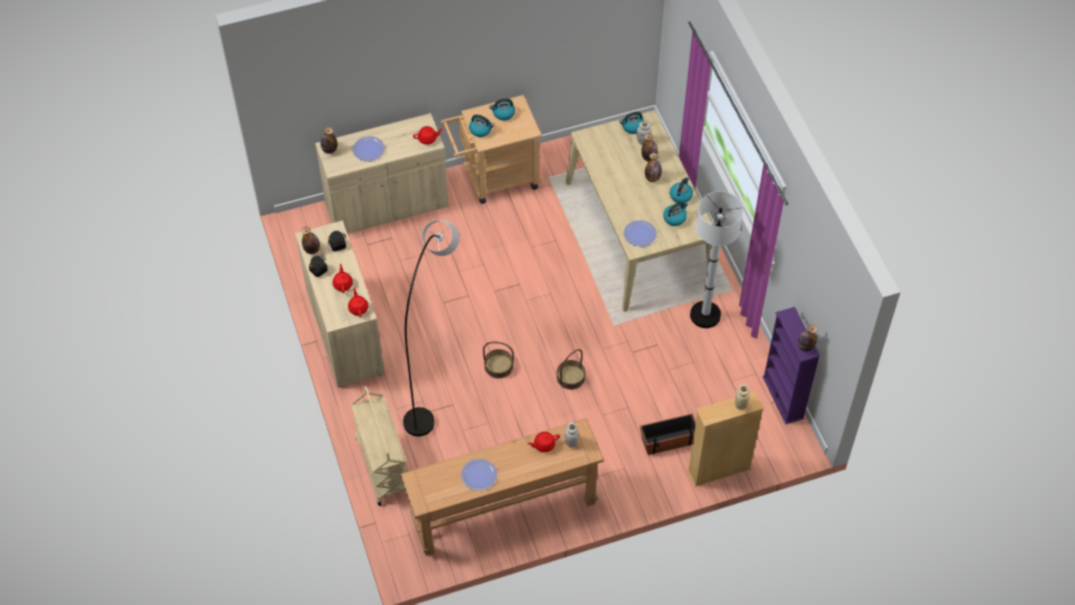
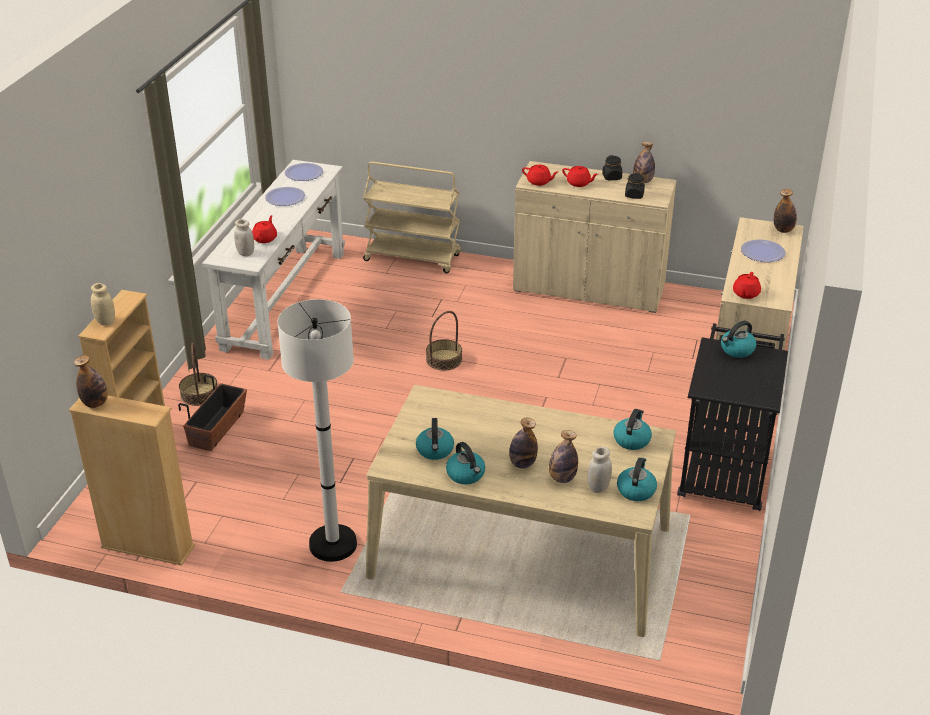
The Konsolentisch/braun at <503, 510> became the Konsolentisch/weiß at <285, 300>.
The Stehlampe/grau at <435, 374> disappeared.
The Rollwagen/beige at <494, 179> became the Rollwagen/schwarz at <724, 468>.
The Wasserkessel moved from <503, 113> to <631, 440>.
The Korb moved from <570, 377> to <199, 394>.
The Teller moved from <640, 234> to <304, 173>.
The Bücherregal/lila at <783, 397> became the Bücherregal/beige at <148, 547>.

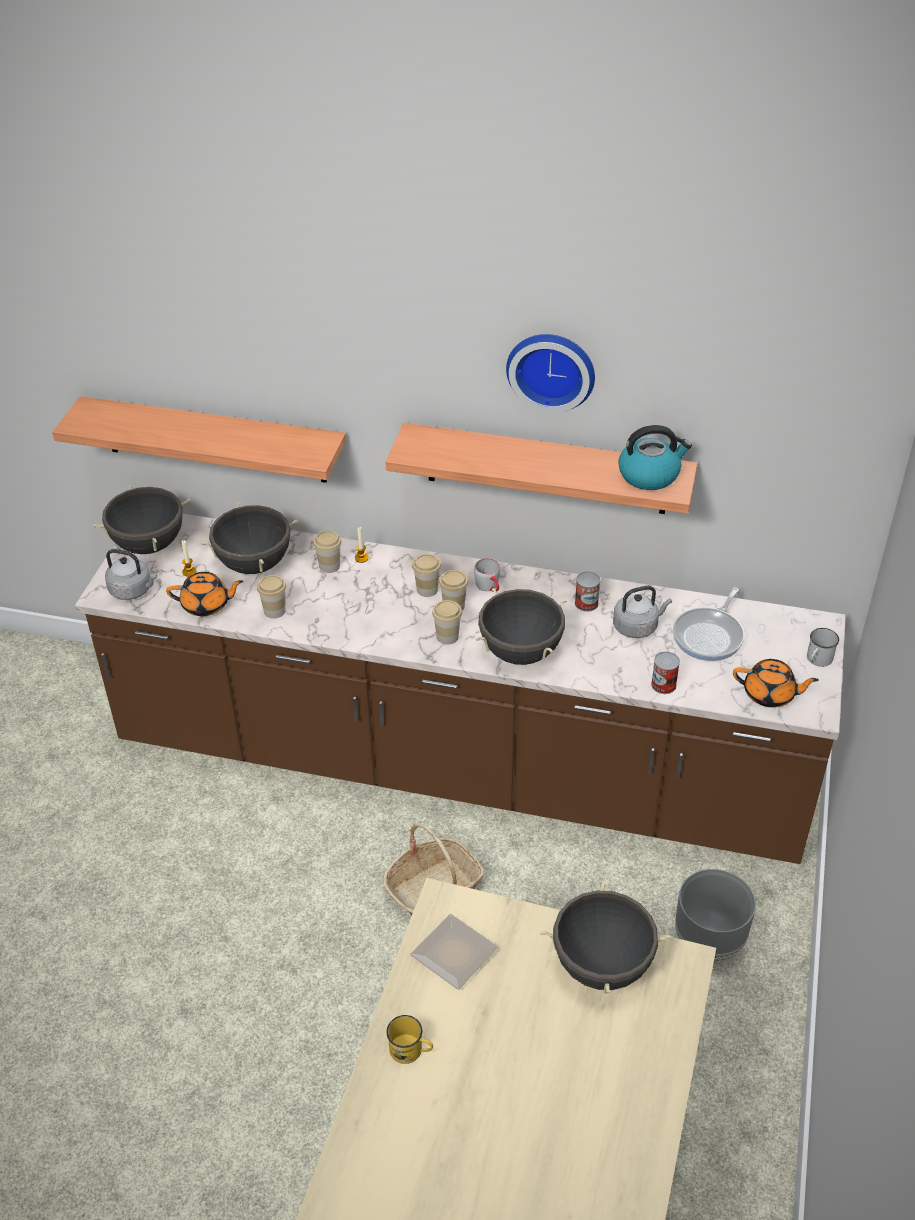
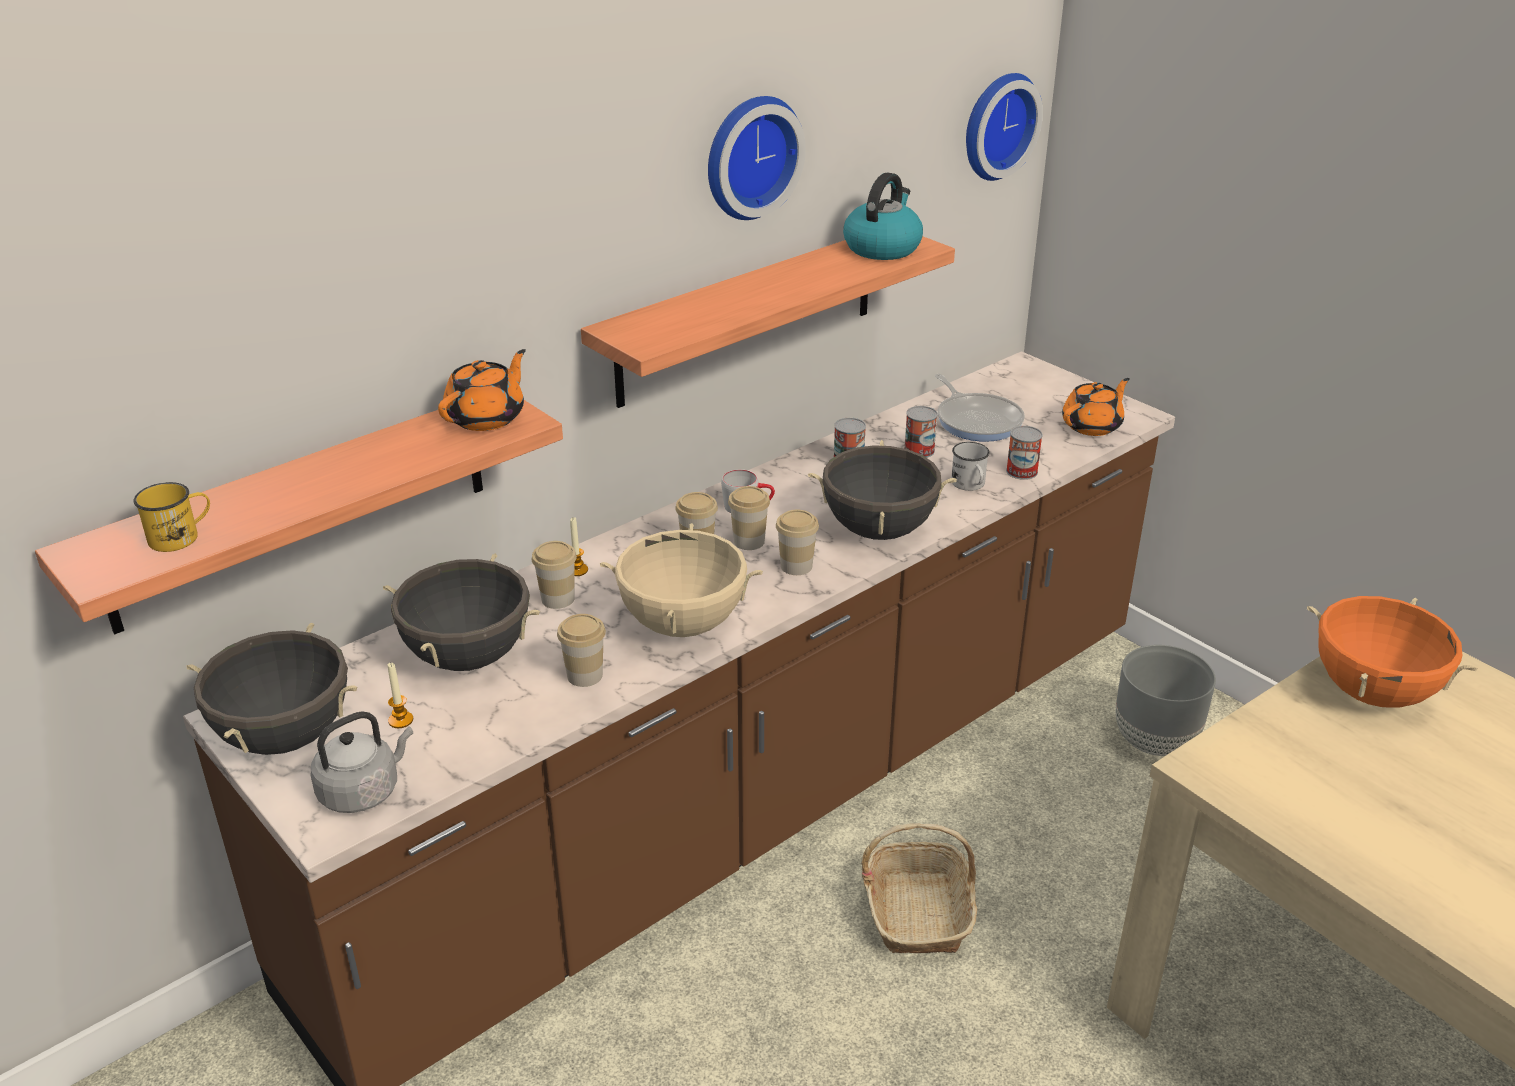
The Teekanne/orange moved from <207, 605> to <487, 417>.
The Henkelbecher/gelb moved from <411, 1051> to <181, 537>.
The Teller at <451, 954> disappeared.
The Kochtopf/schwarz at <602, 965> became the Kochtopf/orange at <1373, 692>.
The Wasserkessel/grau at <637, 627> was replaced by the Dose at <919, 450>.
The Henkelbecher/weiß moved from <817, 660> to <970, 485>.
The Kochtopf/beige at <682, 624> appeared.
The Wanduhr at <995, 125> appeared.

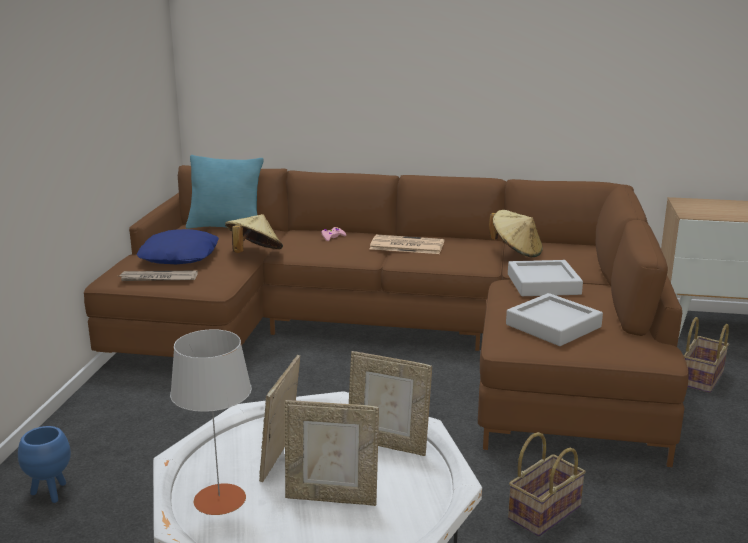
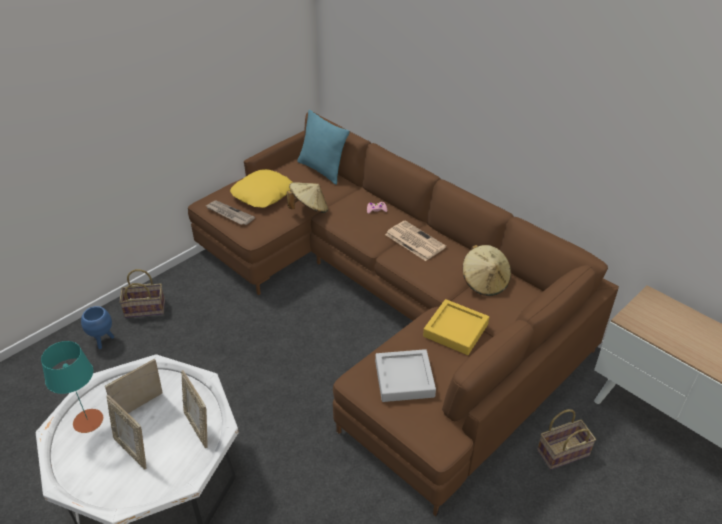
The Kissen/blau at <180, 256> became the Kissen/gelb at <263, 194>.
The Tischlampe/grau at <219, 499> became the Tischlampe/türkis at <88, 421>.
The Tablett/grau at <543, 284> became the Tablett/gelb at <455, 330>.
The Korb moved from <544, 511> to <146, 308>.

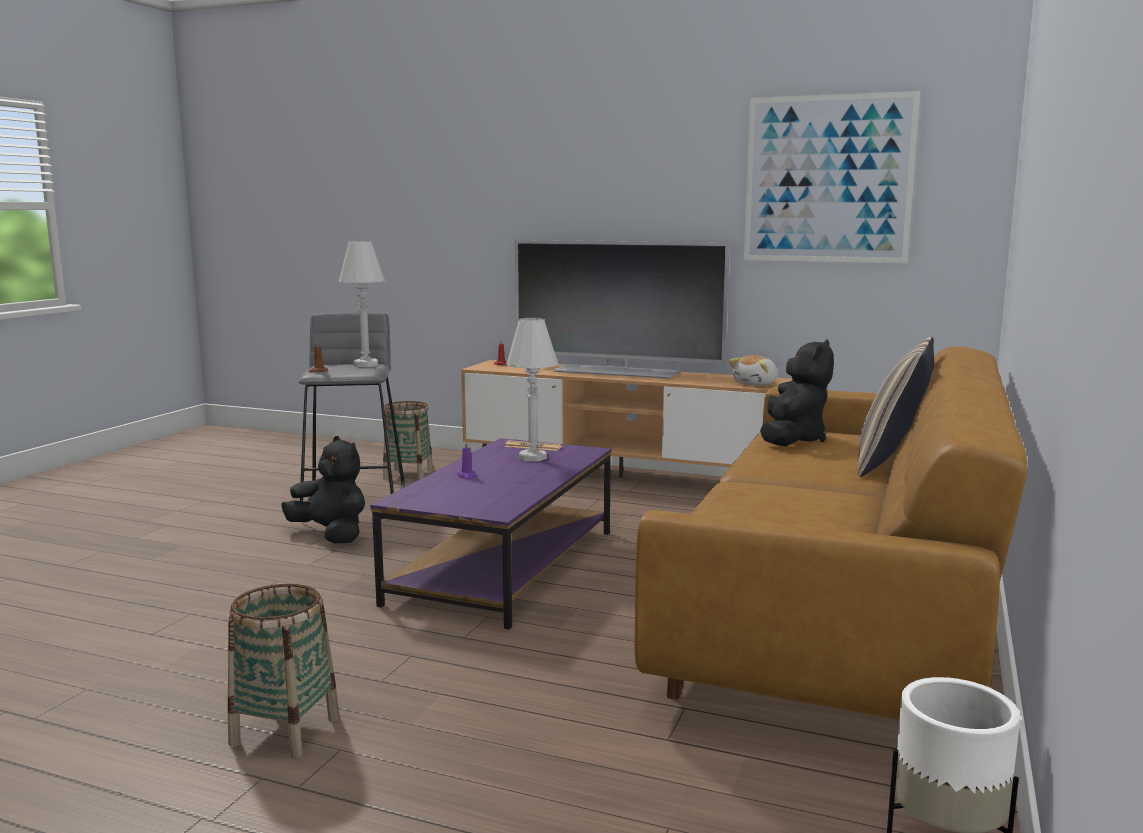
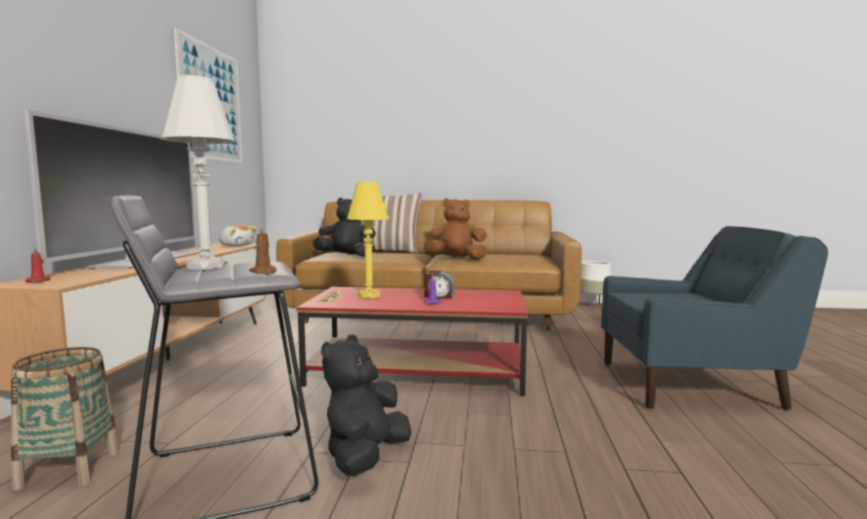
The Korb at <285, 731> was replaced by the Sessel/blau at <692, 384>.
The Couchtisch/lila at <506, 566> became the Couchtisch/rot at <417, 371>.
The Tischlampe/weiß at <533, 458> became the Tischlampe/gelb at <369, 296>.
The Plüschtier/braun at <456, 259> appeared.
The Wecker at <439, 296> appeared.

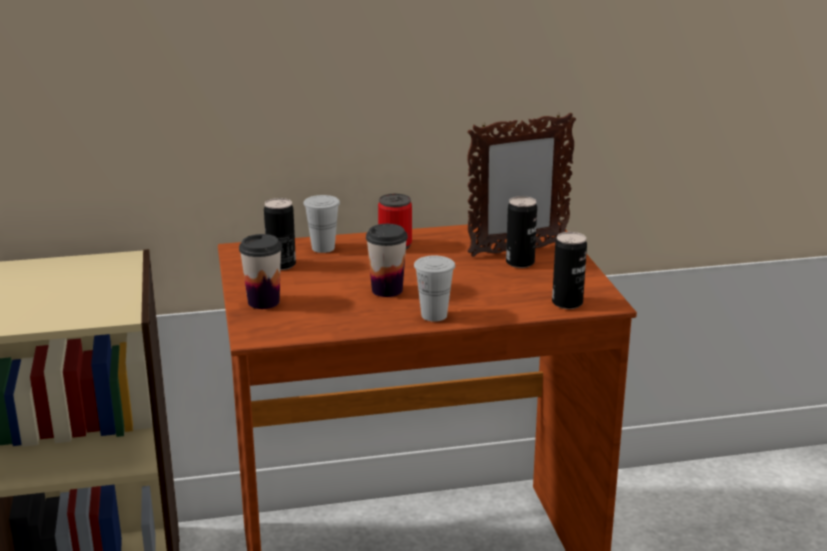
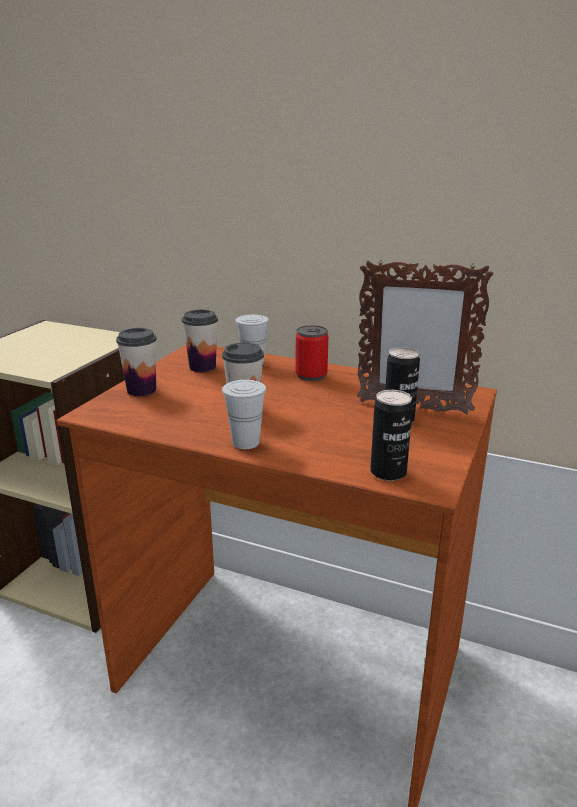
The Dose at <281, 265> was replaced by the Tasse at <202, 367>.

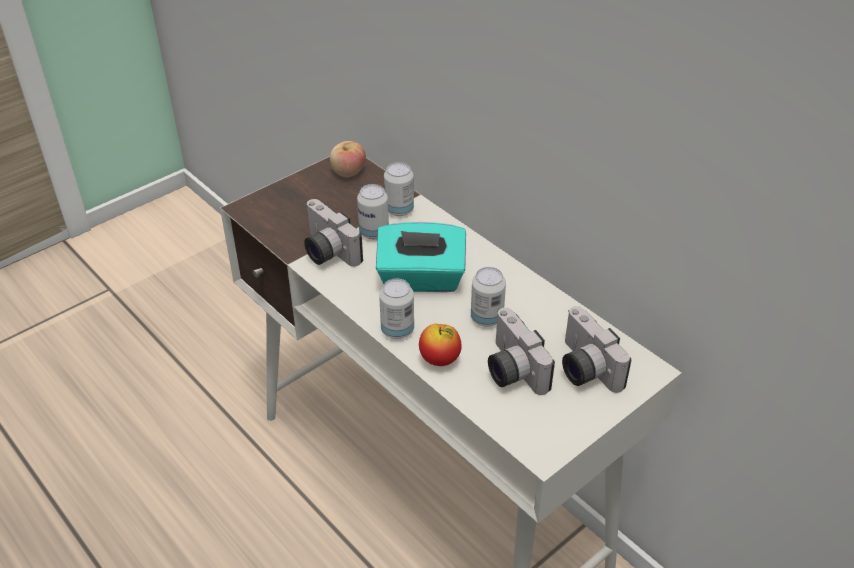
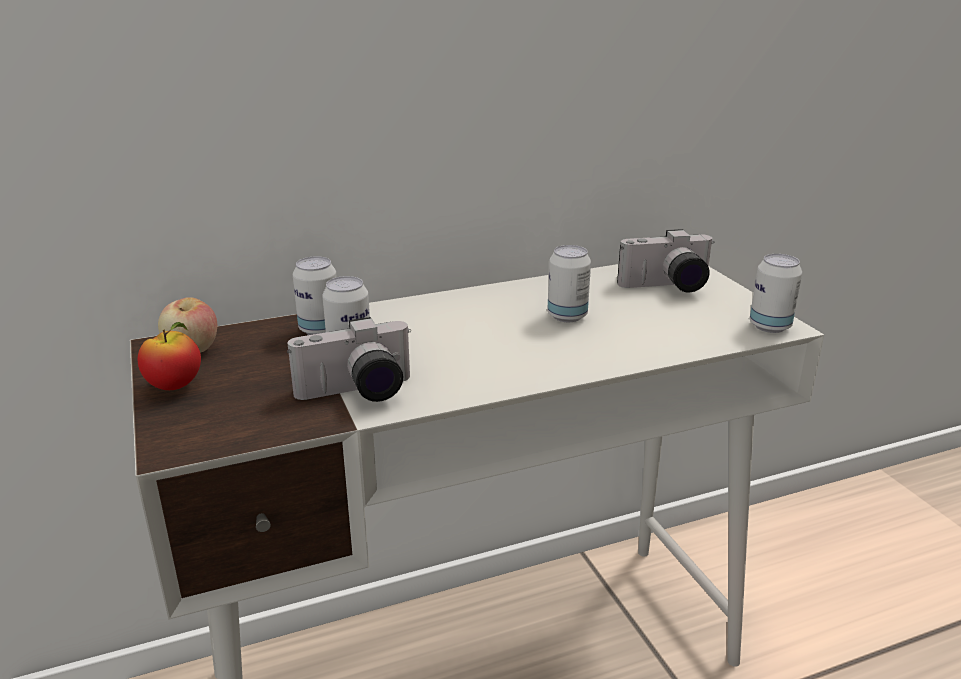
The Taschentuchbox/türkis at <421, 279> disappeared.
The Dose moved from <397, 330> to <770, 326>.
The Apfel moved from <440, 360> to <174, 386>.
The Kamera at <510, 370> disappeared.

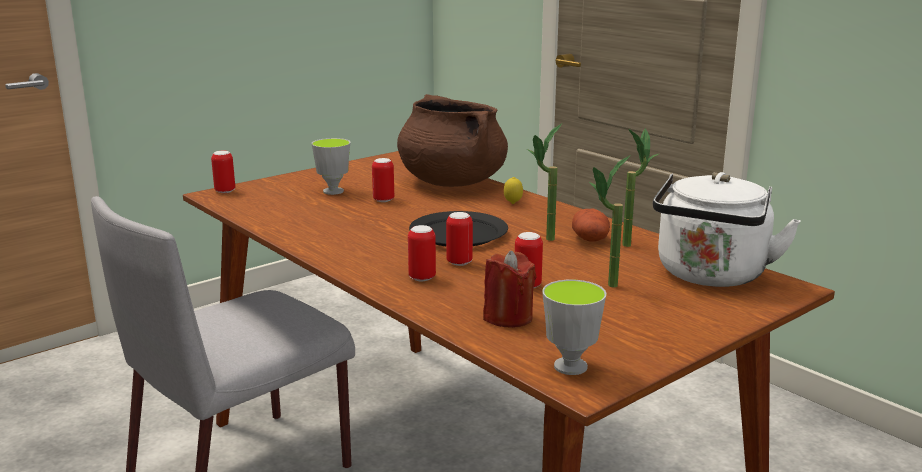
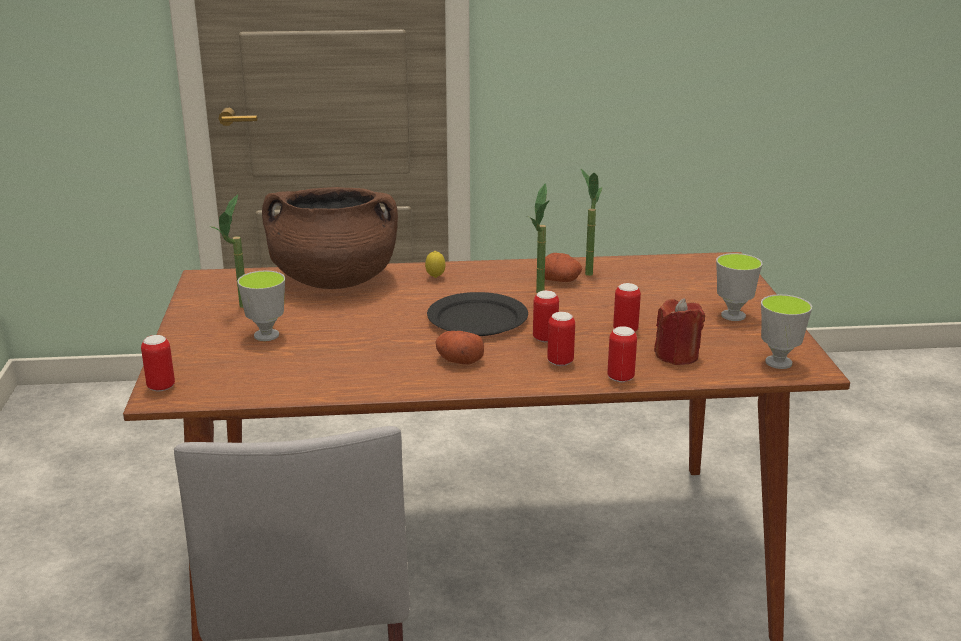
The Dose moved from <383, 200> to <620, 378>.
The Topfpflanze moved from <603, 286> to <239, 309>.
The Wasserkessel/weiß at <710, 276> disappeared.
The Kartoffel at <458, 360> appeared.
The Tasse at <733, 316> appeared.

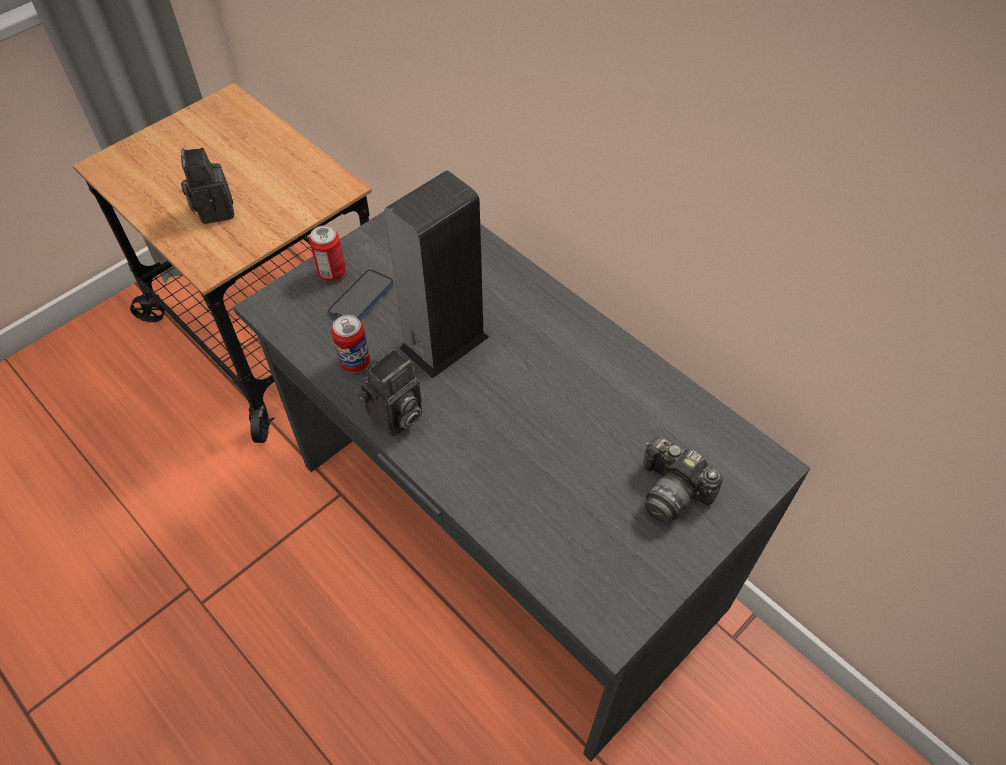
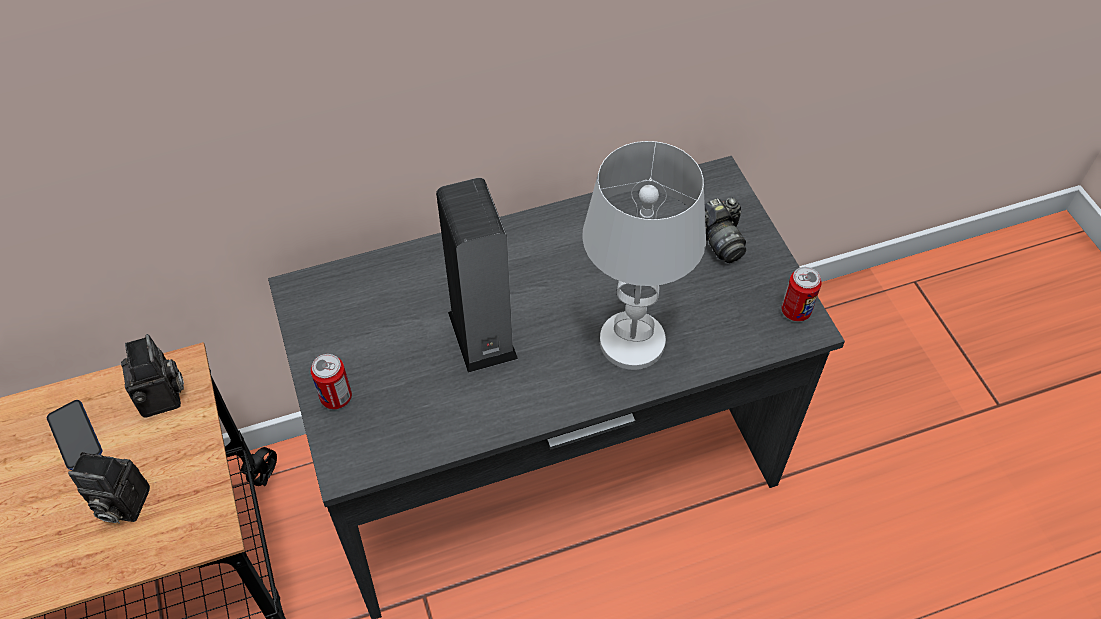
The Handy moved from <361, 298> to <75, 435>.
The Dose moved from <355, 362> to <795, 311>.
The Kamera moved from <395, 418> to <163, 398>.
The Tischlampe/weiß at <632, 341> appeared.

